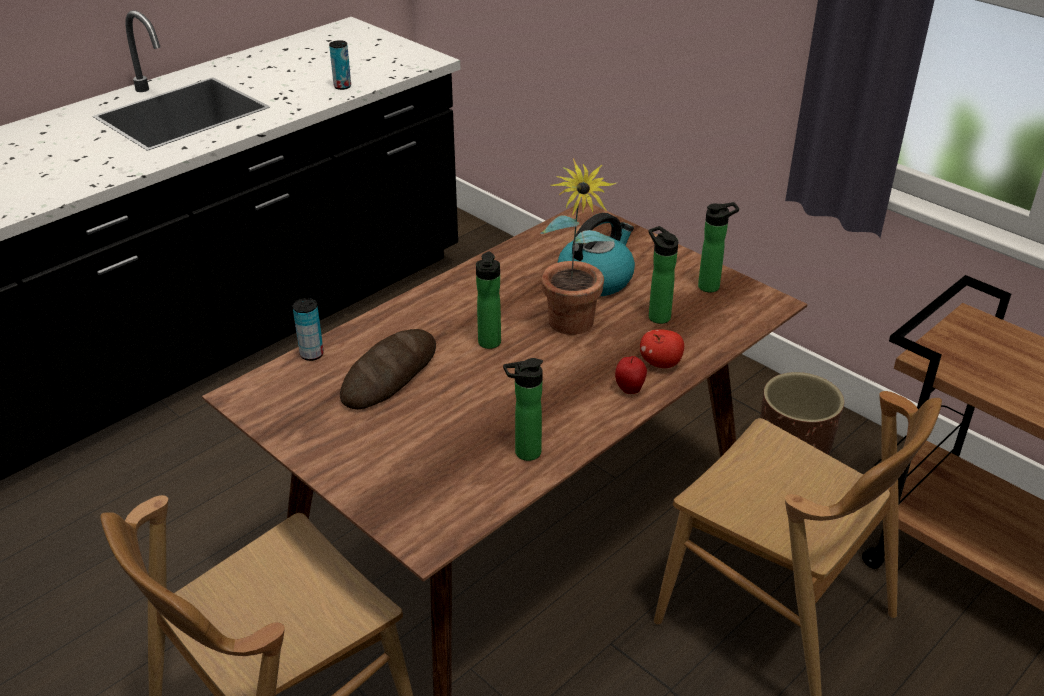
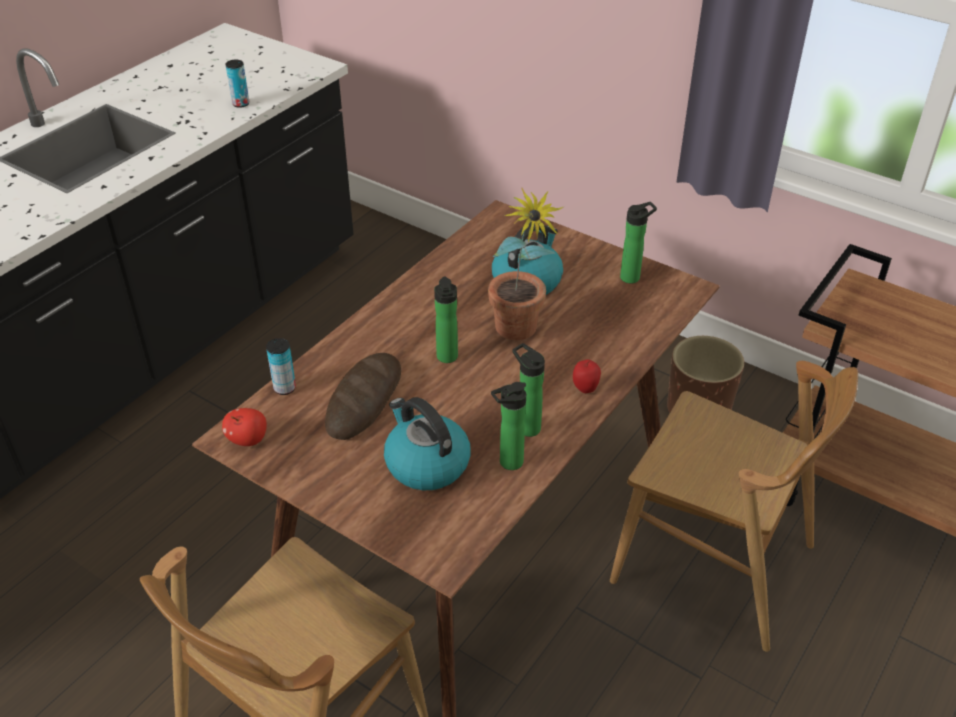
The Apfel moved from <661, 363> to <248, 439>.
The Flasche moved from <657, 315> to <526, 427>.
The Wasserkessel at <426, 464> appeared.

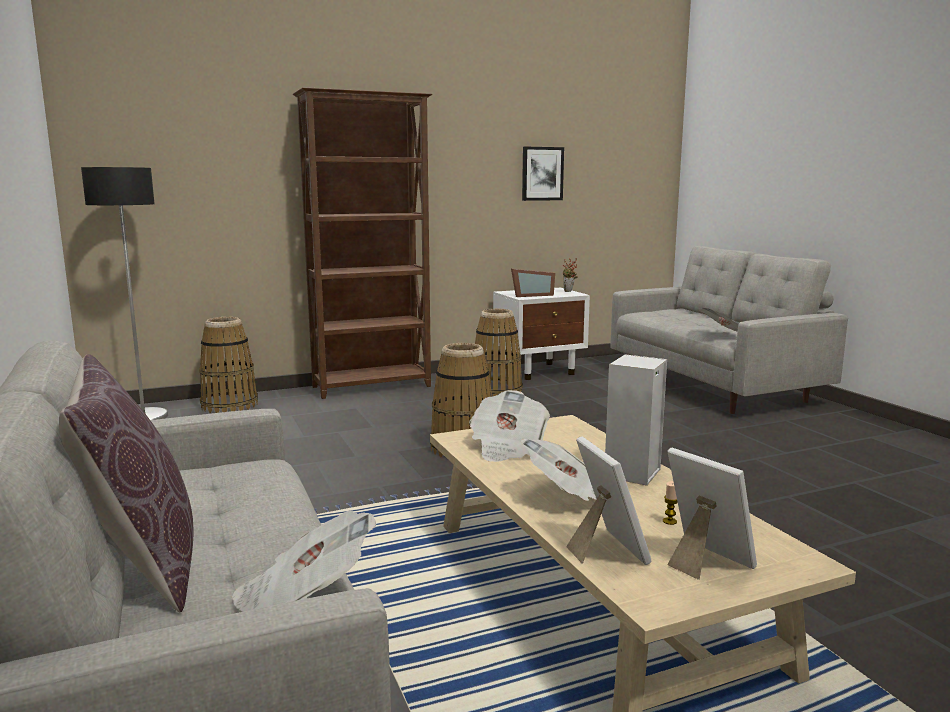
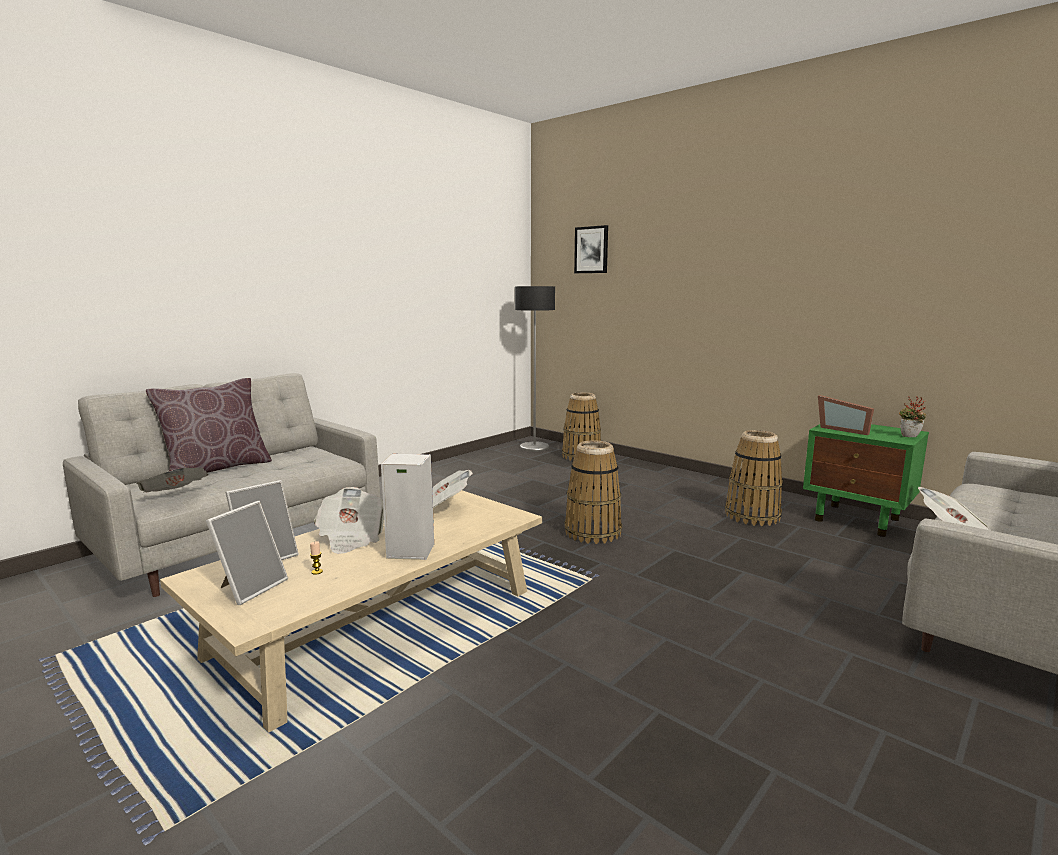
The Bücherregal/braun at <373, 387> disappeared.
The Nachttisch/weiß at <540, 371> became the Nachttisch/grün at <858, 520>.
The Bild moved from <542, 173> to <591, 250>.

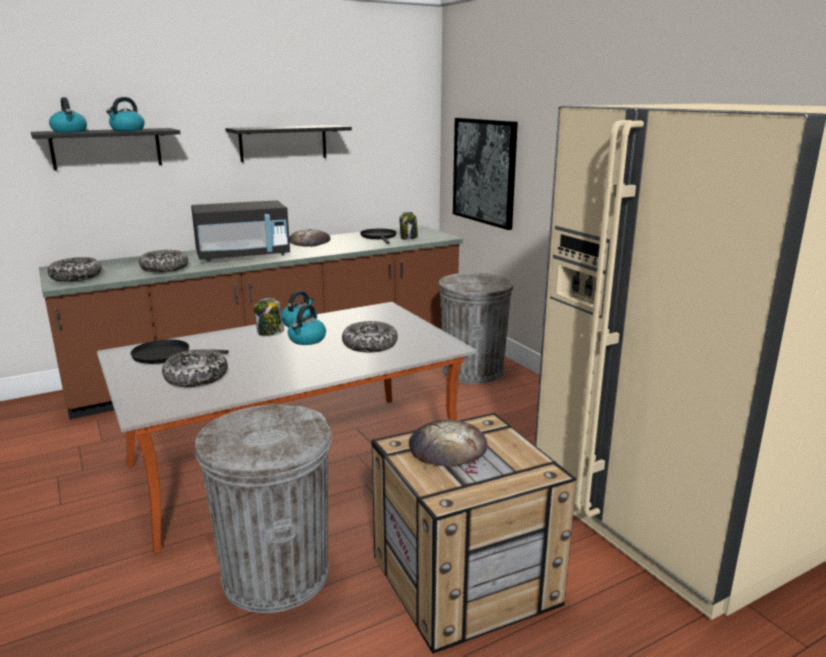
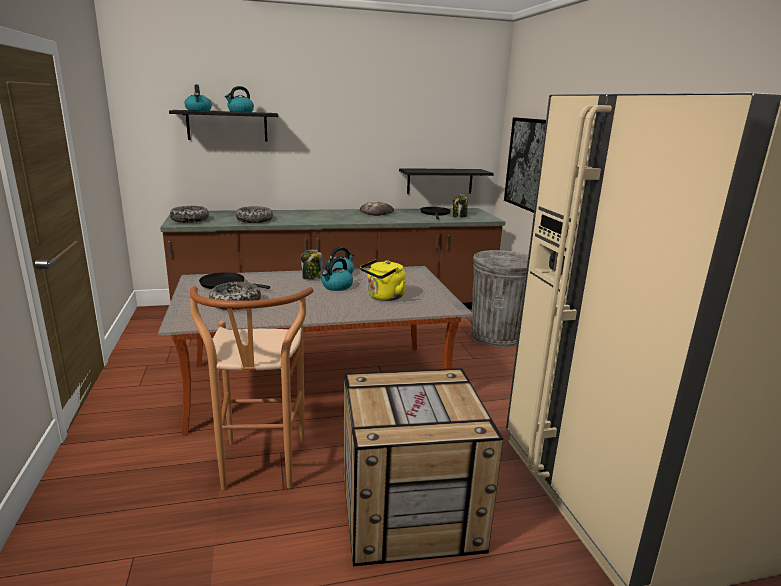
The Mikrowelle/schwarz at <243, 256> disappeared.
The Mülleimer/grau at <275, 575> was replaced by the Hocker/braun at <260, 470>.
The Wandregal/schwarz moved from <283, 143> to <440, 181>.
The Schüssel at <370, 345> was replaced by the Wasserkessel/gelb at <384, 297>.
The Brot at <447, 448> disappeared.

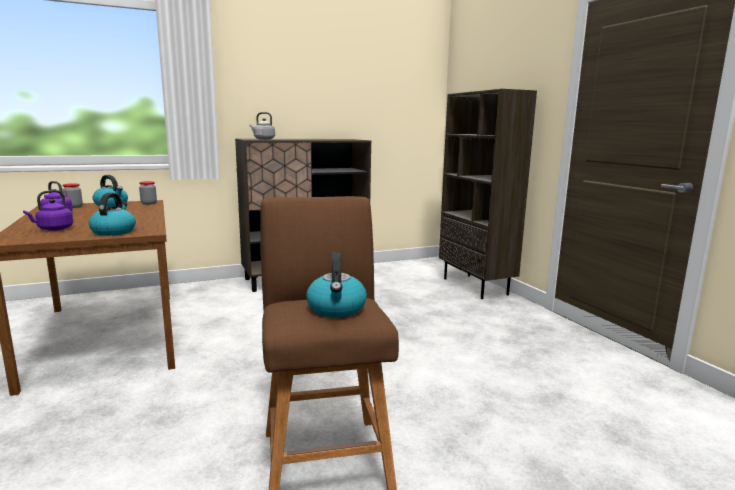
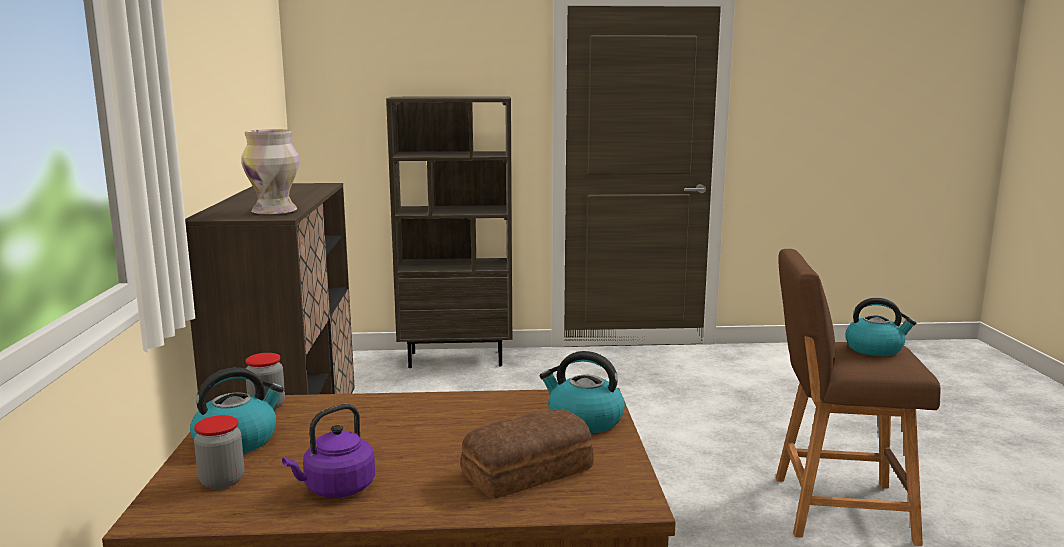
The Wasserkessel/lila at <53, 229> was replaced by the Brot at <530, 472>.
The Wasserkessel/grau at <263, 139> was replaced by the Vase at <274, 212>.

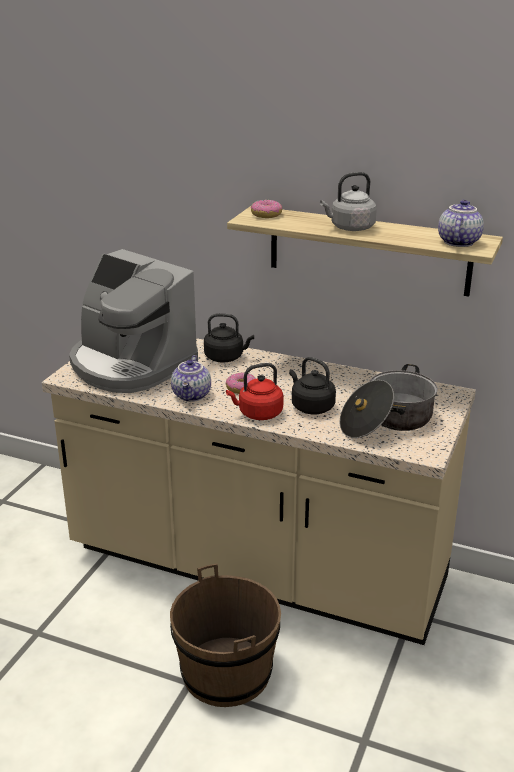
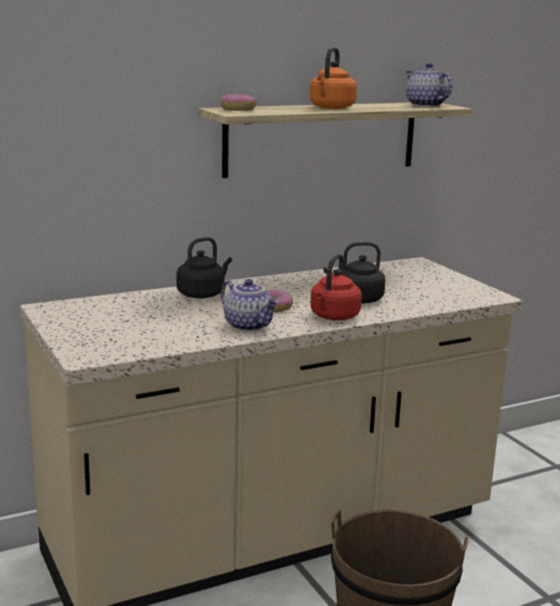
The Kaffeemaschine at <130, 365> disappeared.
The Wasserkessel/grau at <350, 228> became the Wasserkessel/orange at <331, 108>.
The Kochtopf at <387, 421> disappeared.

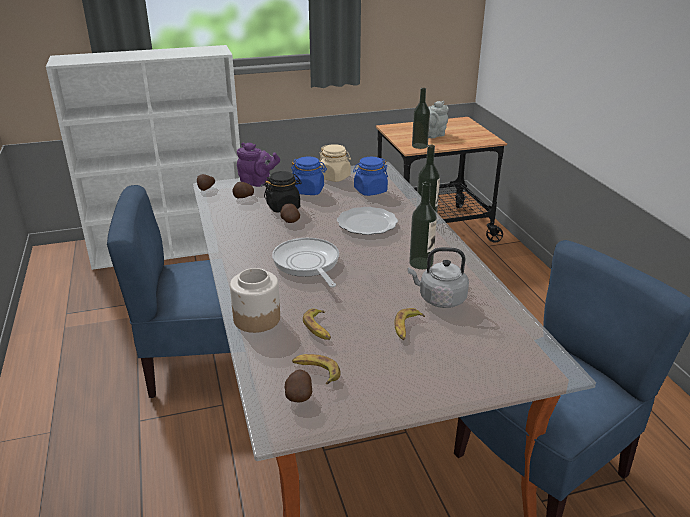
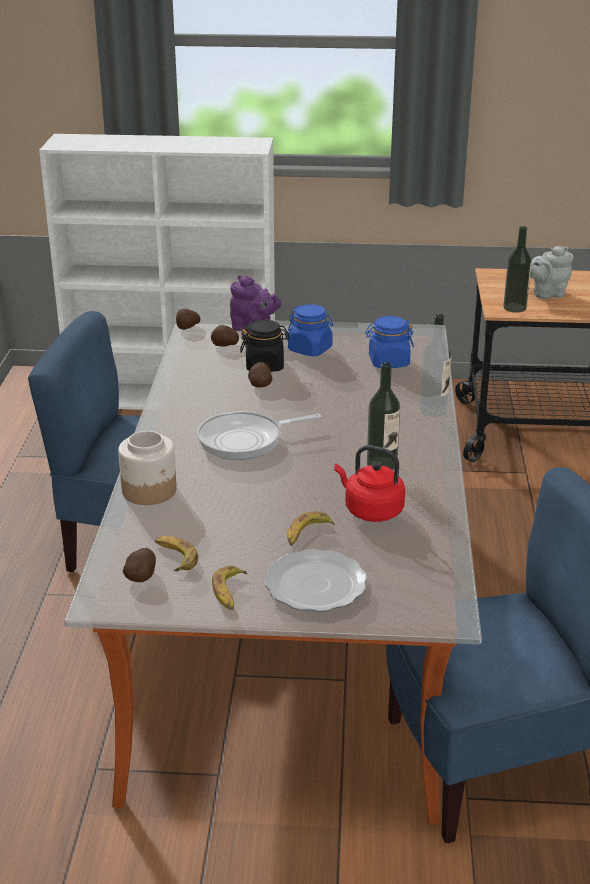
The Pfanne at <307, 264> turned 105 degrees counterclockwise.
The Banane moved from <319, 328> to <229, 593>.
The Vorratsglas/beige at <334, 177> disappeared.
The Teller moved from <368, 223> to <317, 584>.
The Wasserkessel/grau at <439, 299> became the Wasserkessel/rot at <370, 510>.

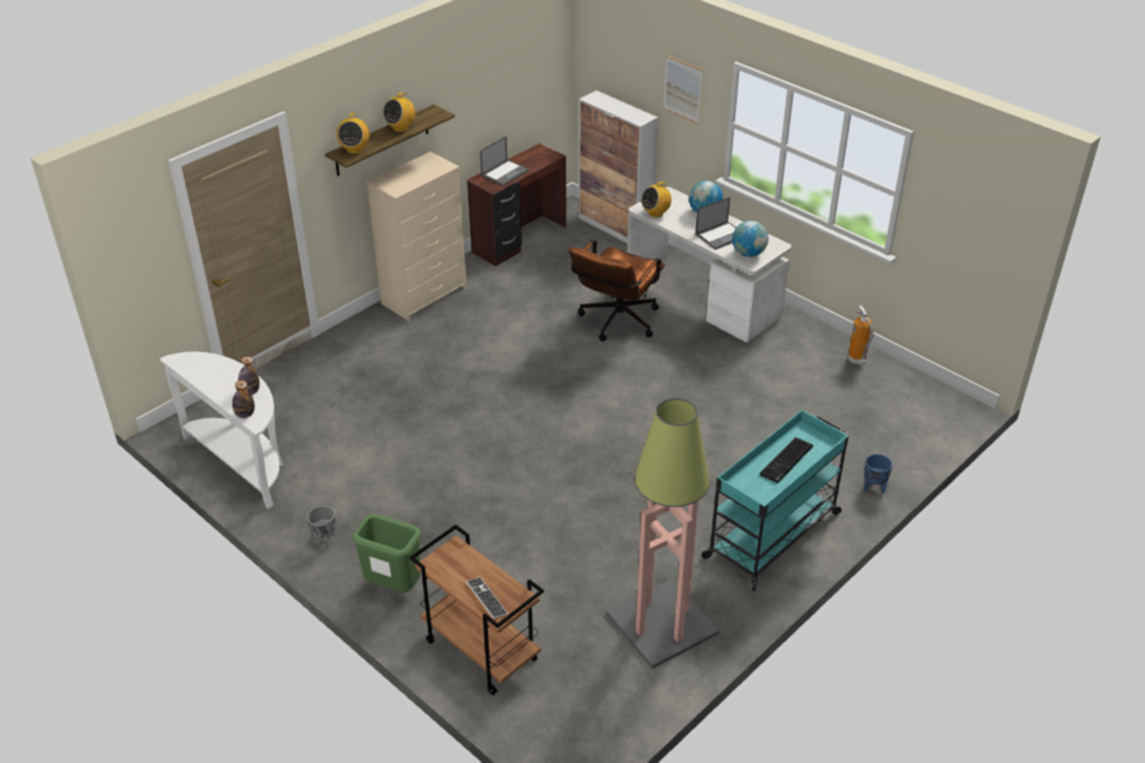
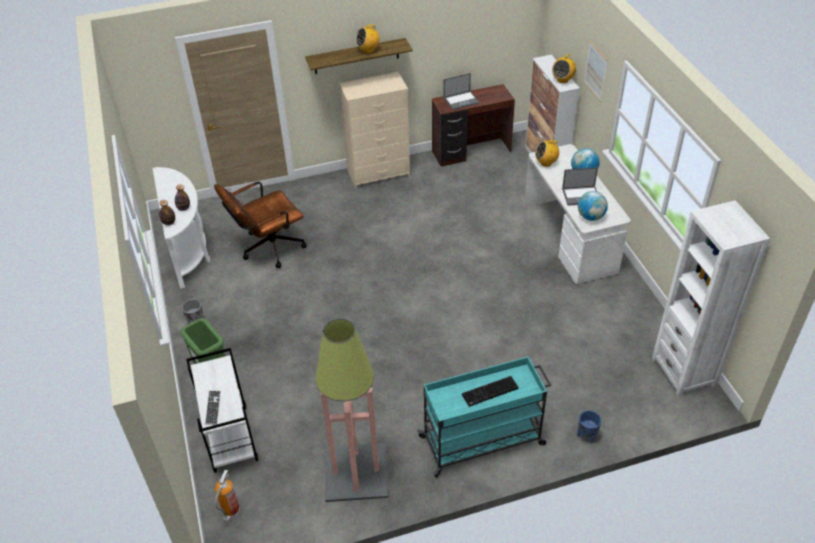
The Radio moved from <354, 149> to <562, 80>.
The Rollwagen/braun at <480, 650> became the Rollwagen/weiß at <229, 438>.
The Bürostuhl/braun moved from <615, 323> to <267, 249>.
The Feuerlöscher moved from <857, 360> to <231, 513>.
The Bücherregal/weiß at <684, 371> appeared.

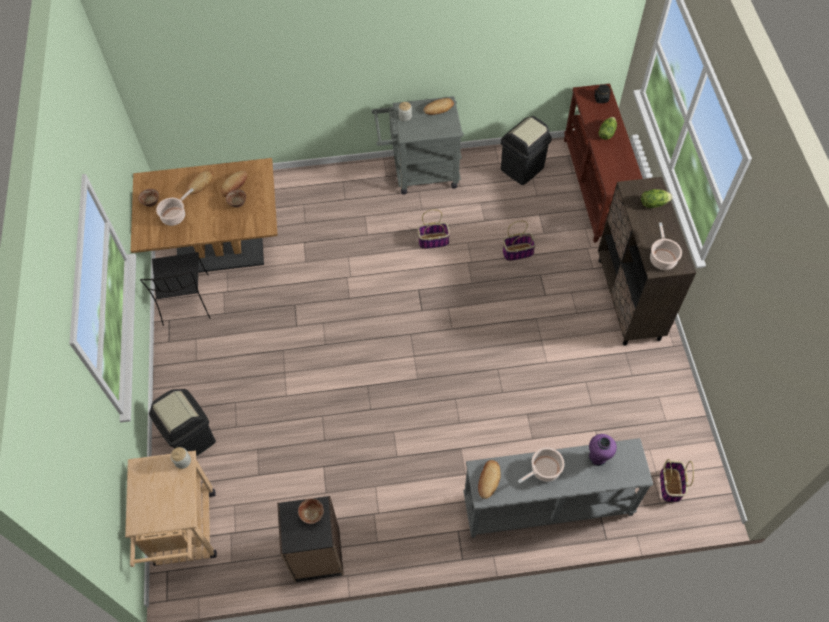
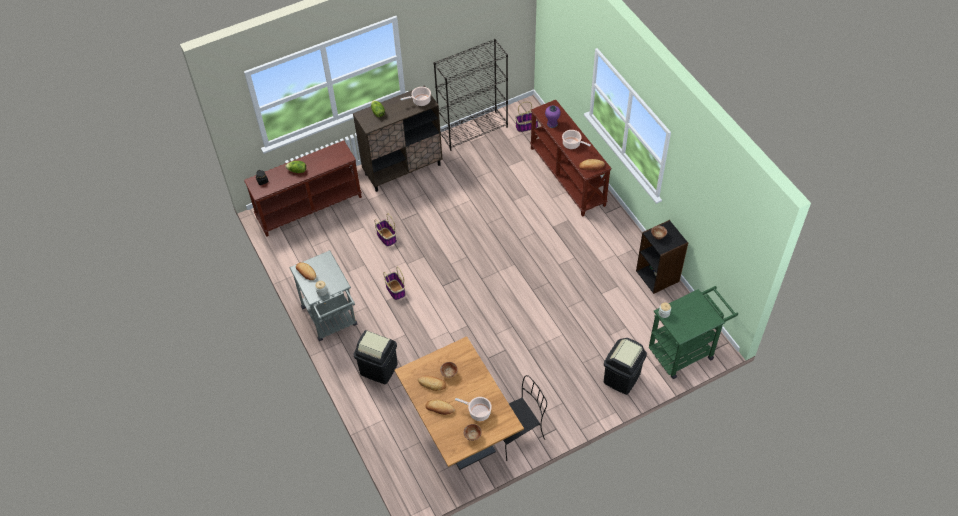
The Rollwagen/beige at <185, 535> became the Rollwagen/grün at <685, 350>.
The Konsolentisch/grau at <547, 506> became the Konsolentisch/braun at <568, 176>.
The Mülleimer/schwarz moved from <522, 169> to <379, 369>.
The Bücherregal/schwarz at <473, 130> appeared.

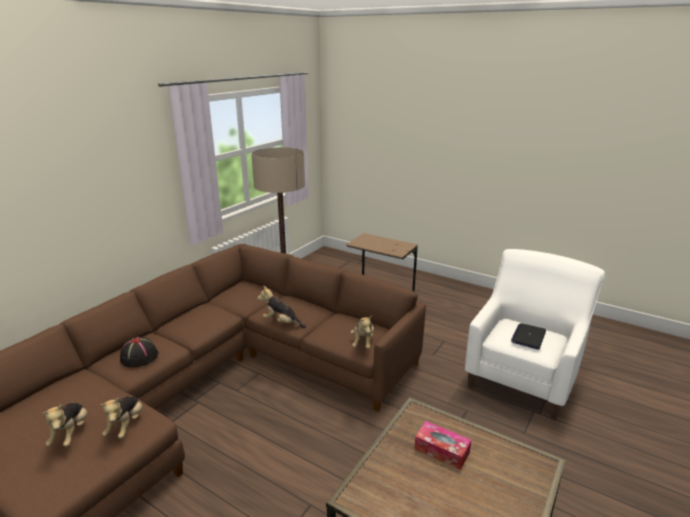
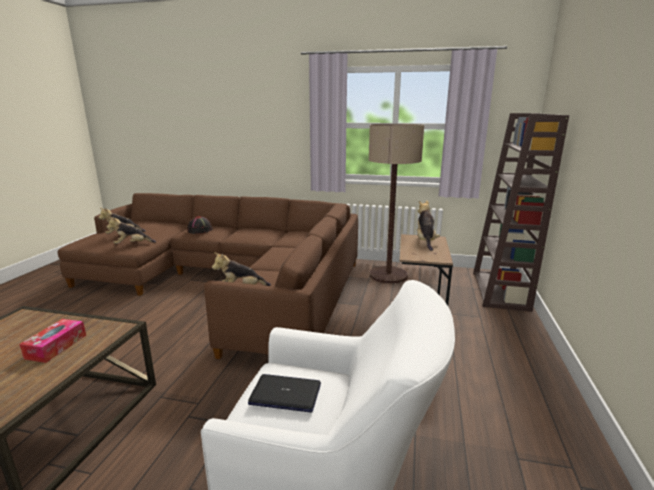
The Plüschtier moved from <281, 322> to <425, 242>.
The Bücherregal/braun at <500, 291> appeared.

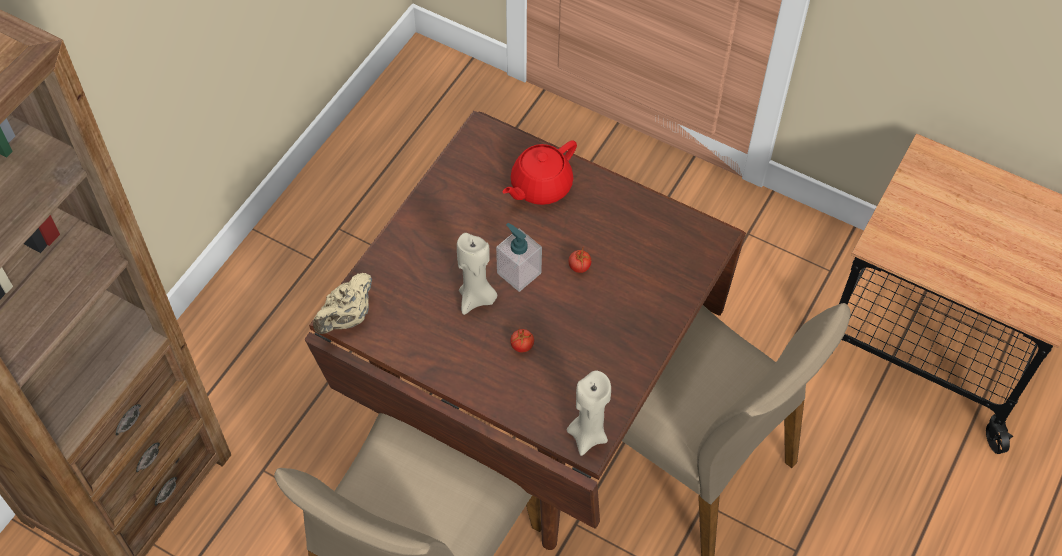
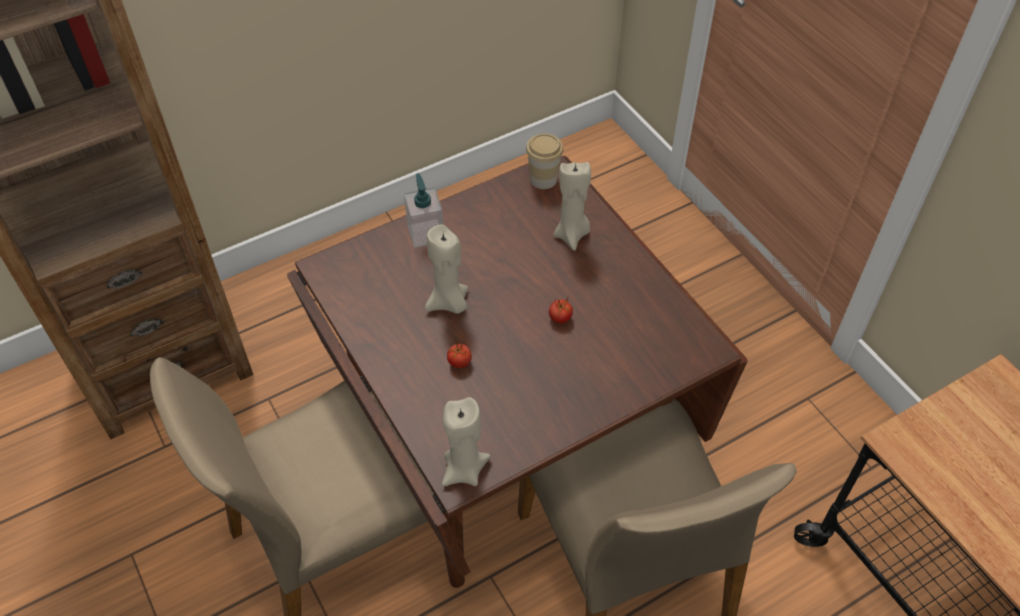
The Teekanne/beige at <347, 318> disappeared.
The Seifenspender moved from <518, 273> to <425, 233>.
The Teekanne/rot at <540, 186> was replaced by the Kerze/beige at <572, 235>.
The Tasse at <543, 179> appeared.

